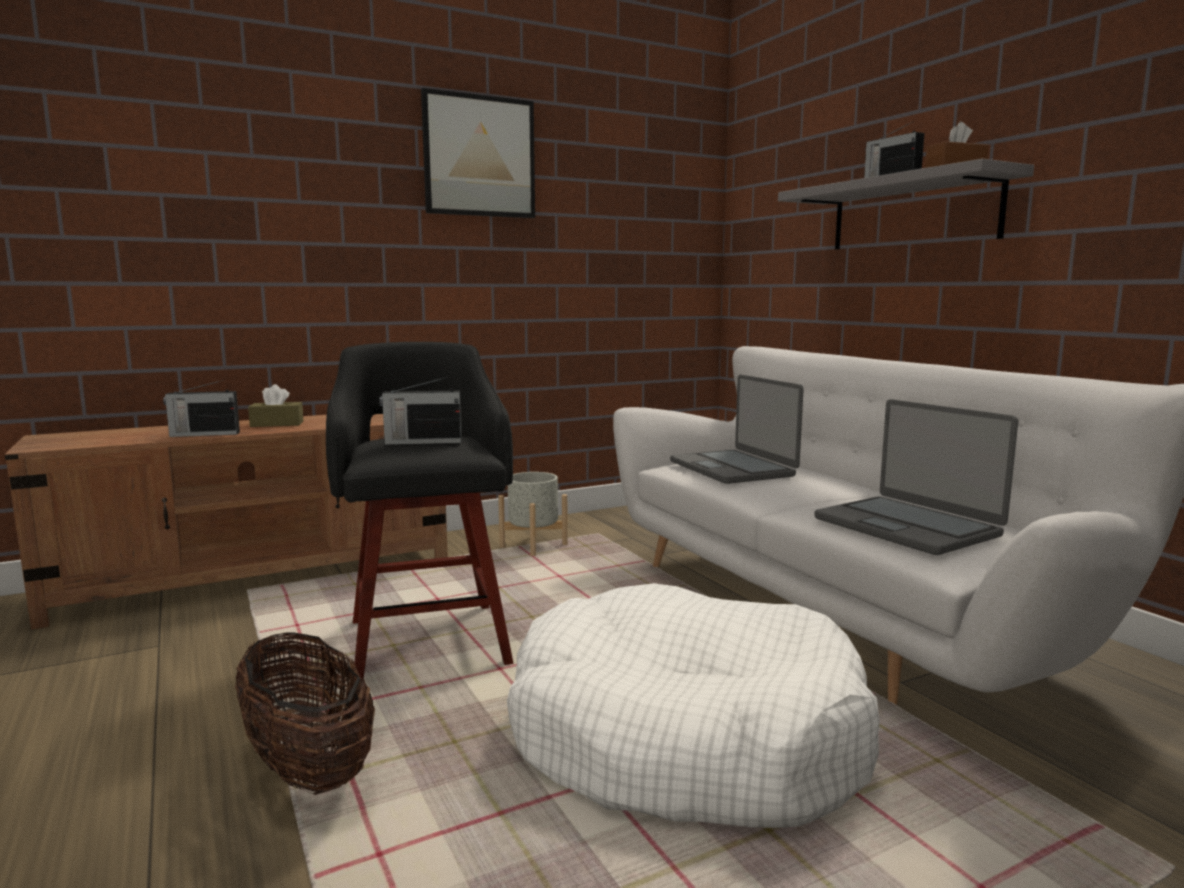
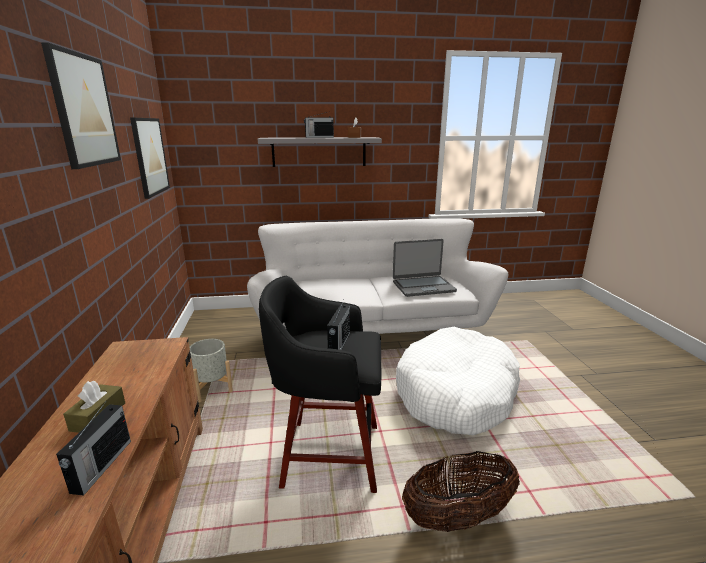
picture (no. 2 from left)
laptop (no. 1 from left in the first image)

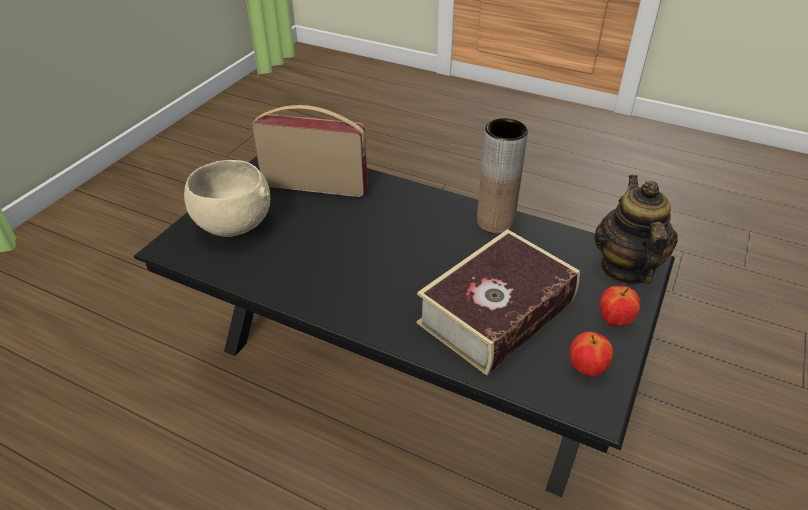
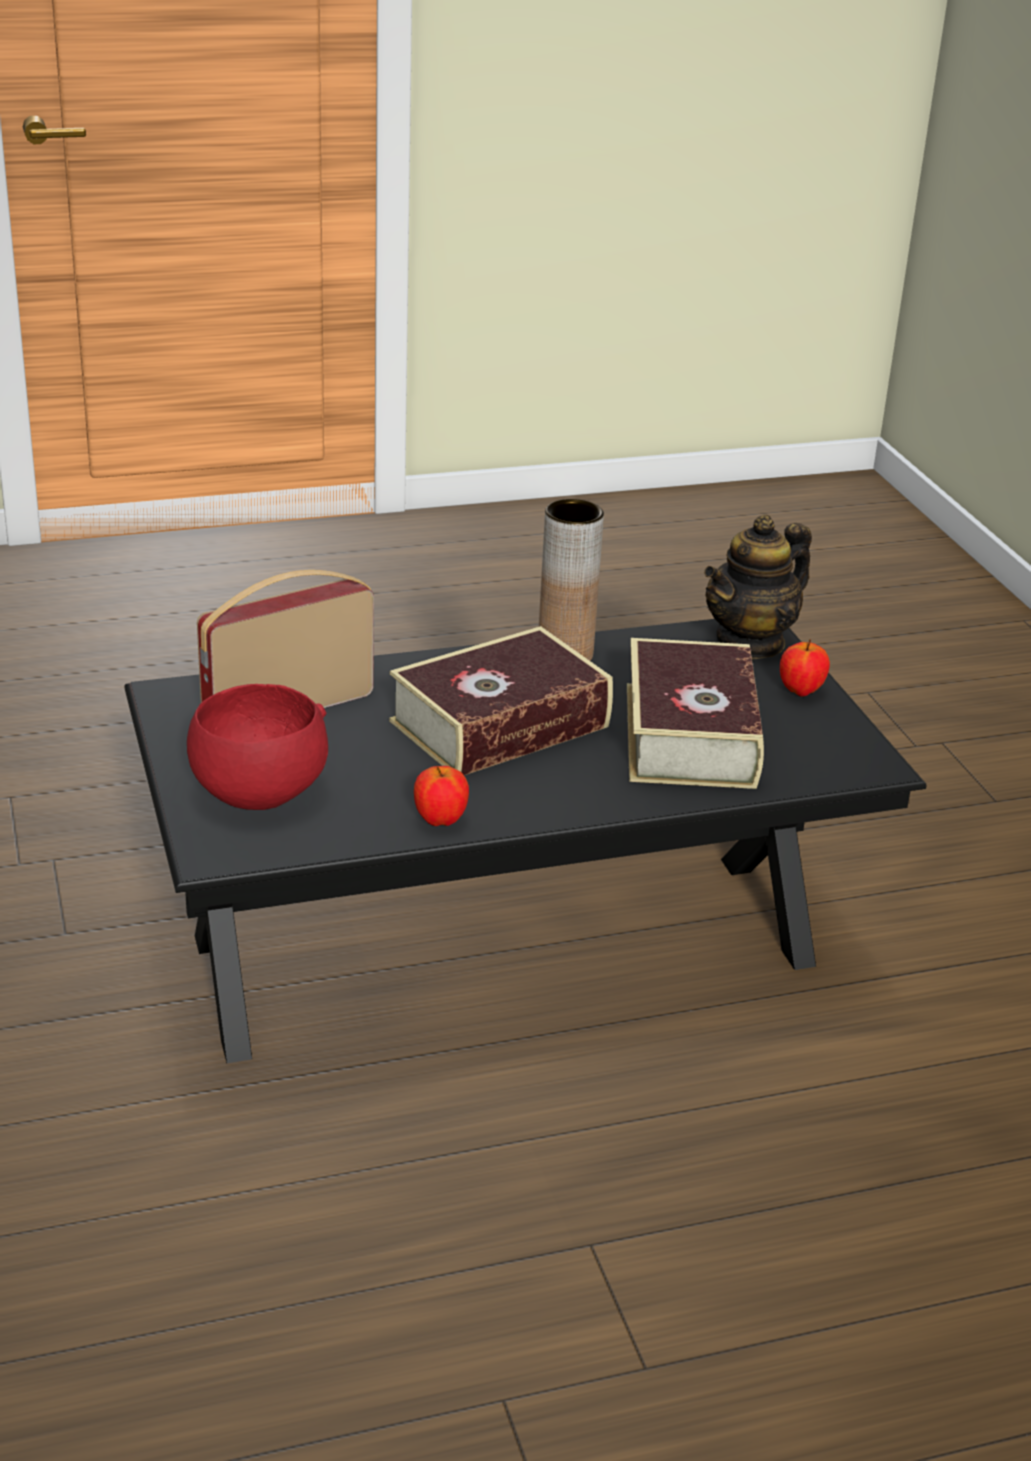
bowl in red
book (no. 1 from left)
apple (no. 1 from left)
teapot

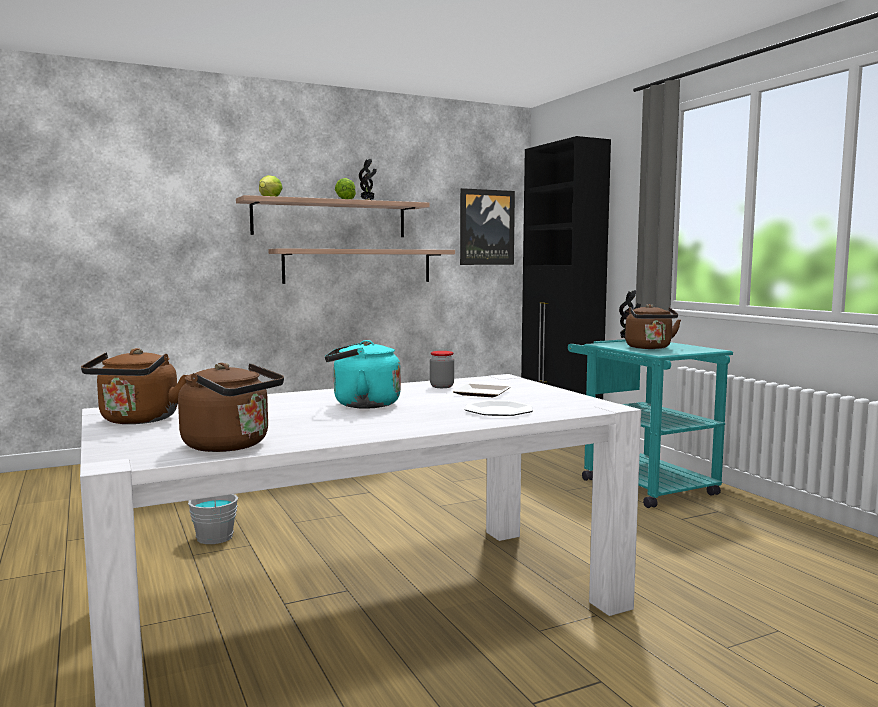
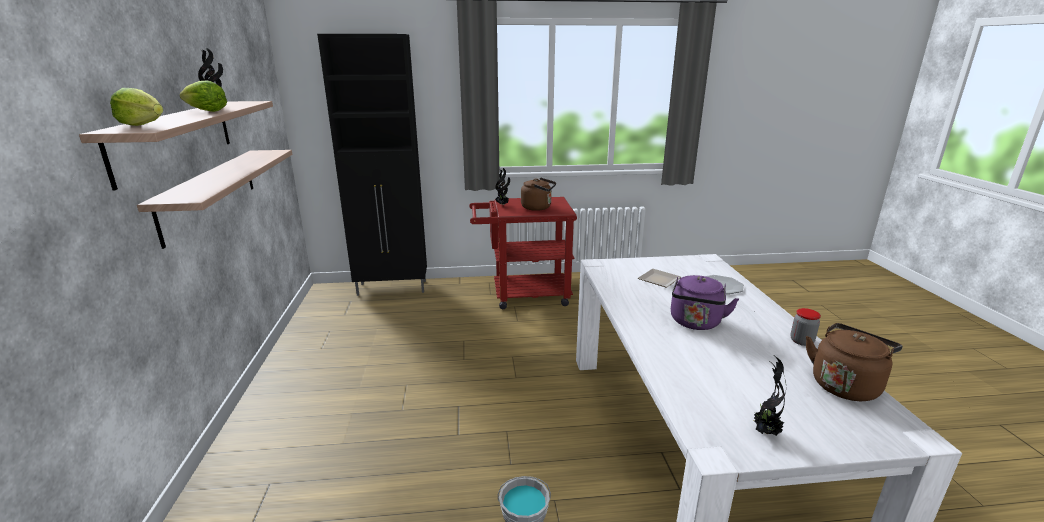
cart in red
kettle in purple
potted plant (no. 3 from left)
jar
picture

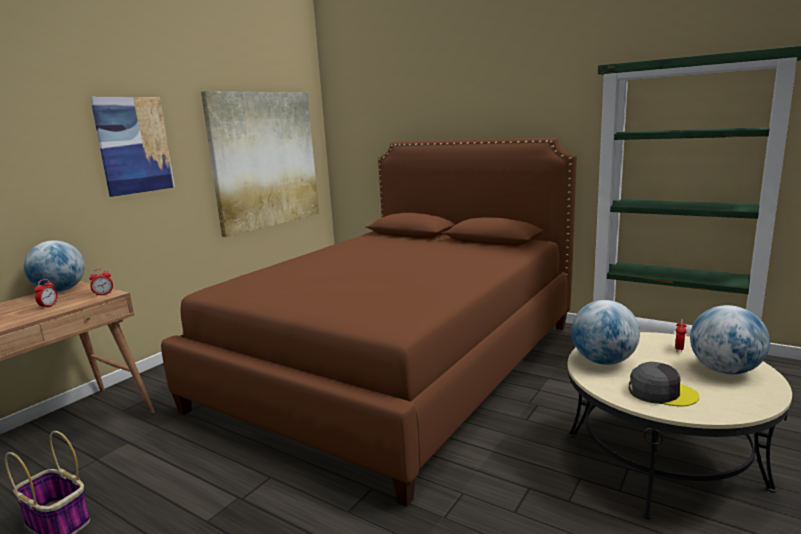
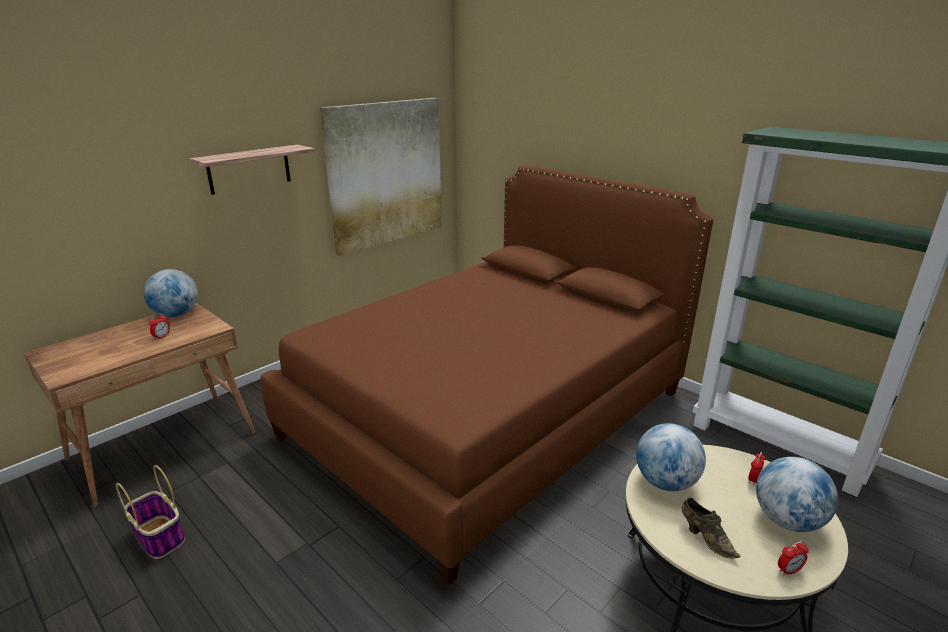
shelf
shoe in brown
alarm clock (no. 3 from left)

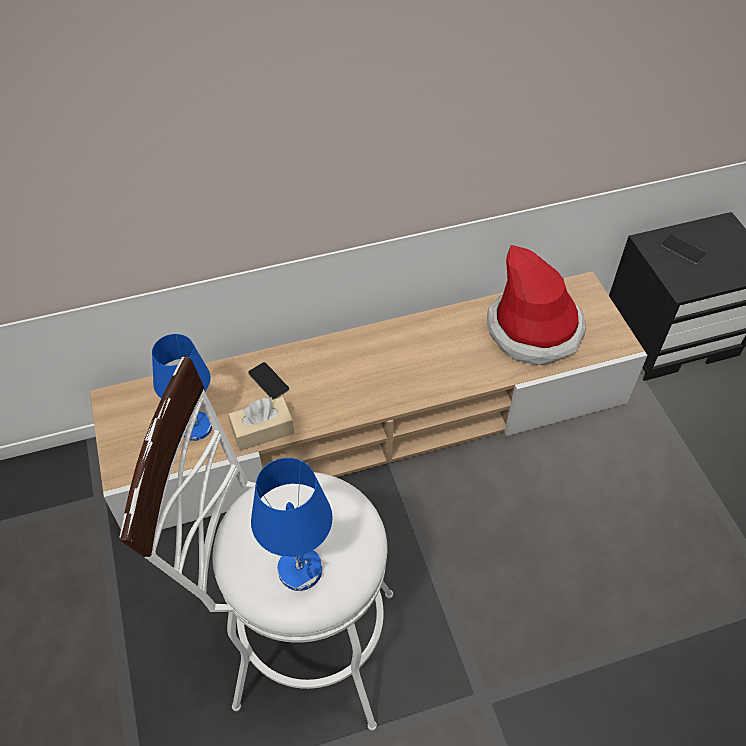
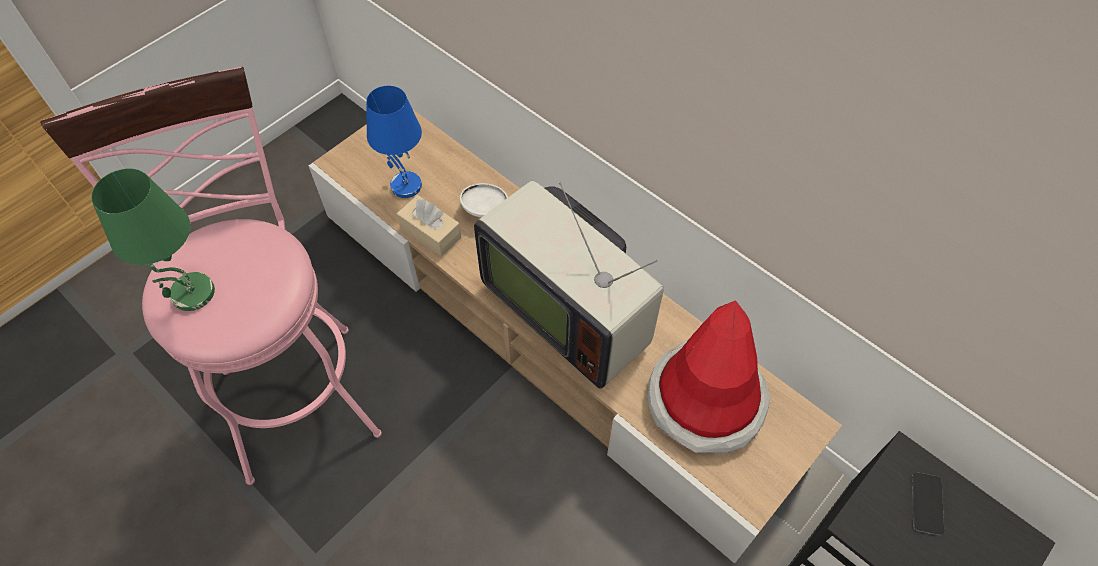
stool in pink
table lamp in green
bowl in white
television

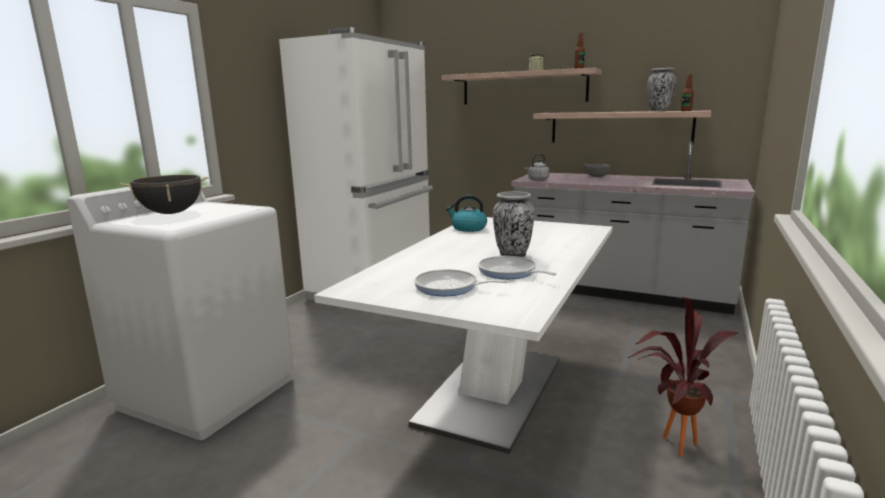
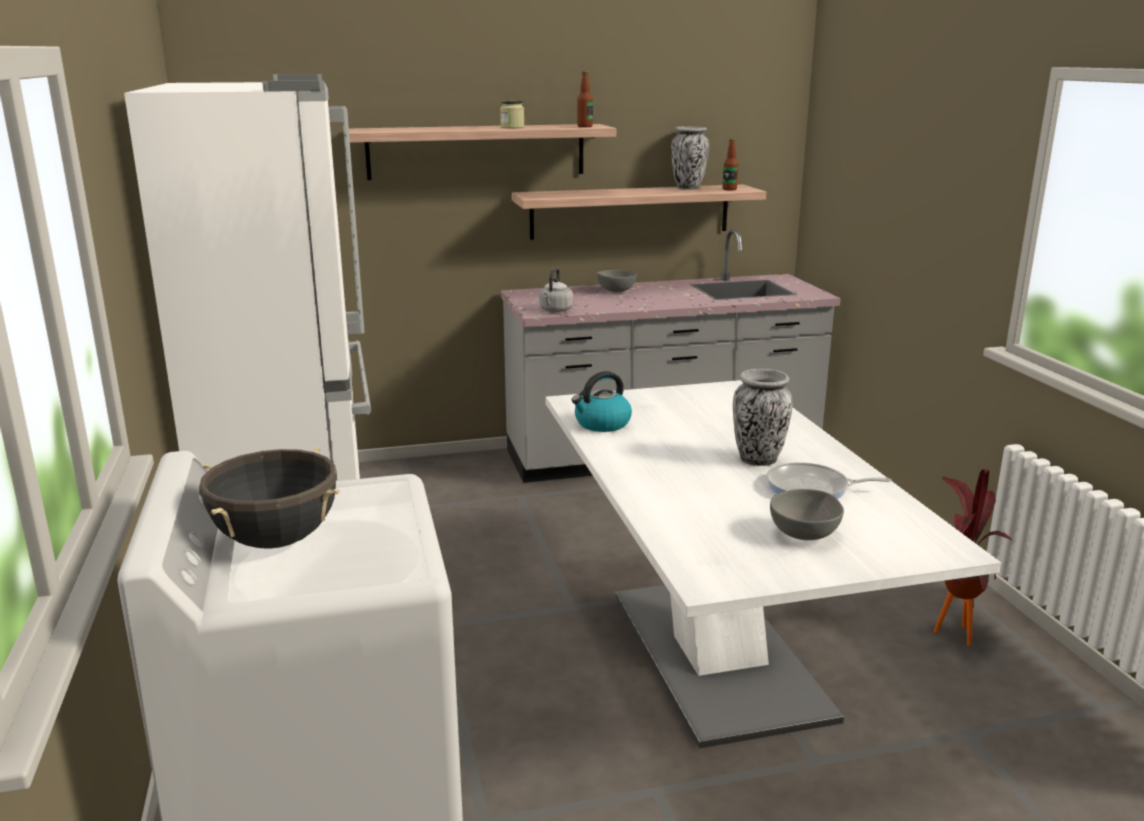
bowl in grey (no. 2 from left)

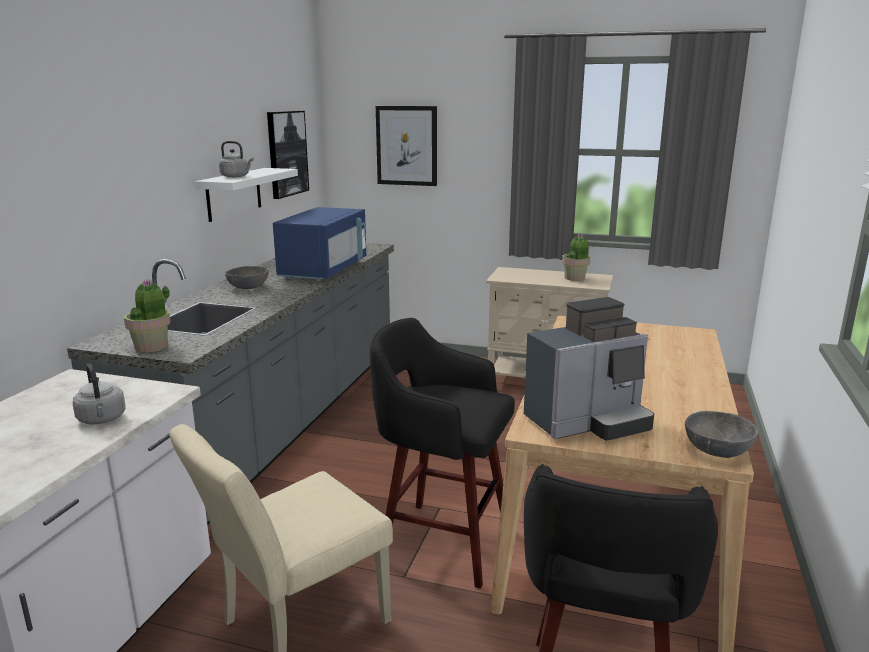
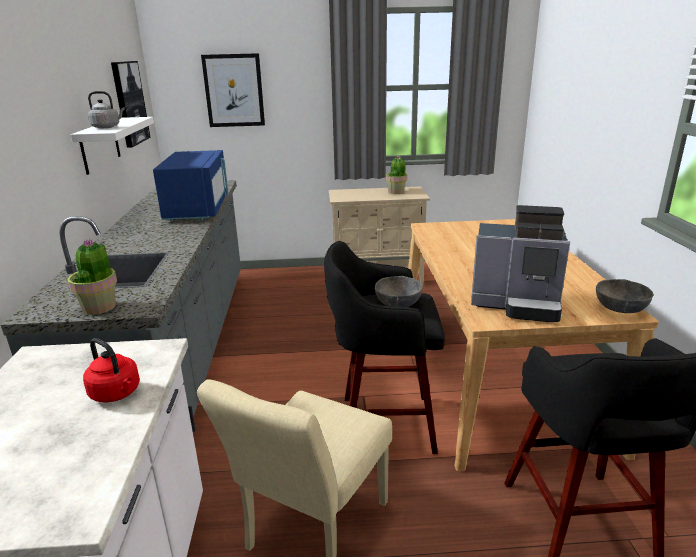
kettle in red
bowl in grey (no. 1 from left)
coffee machine

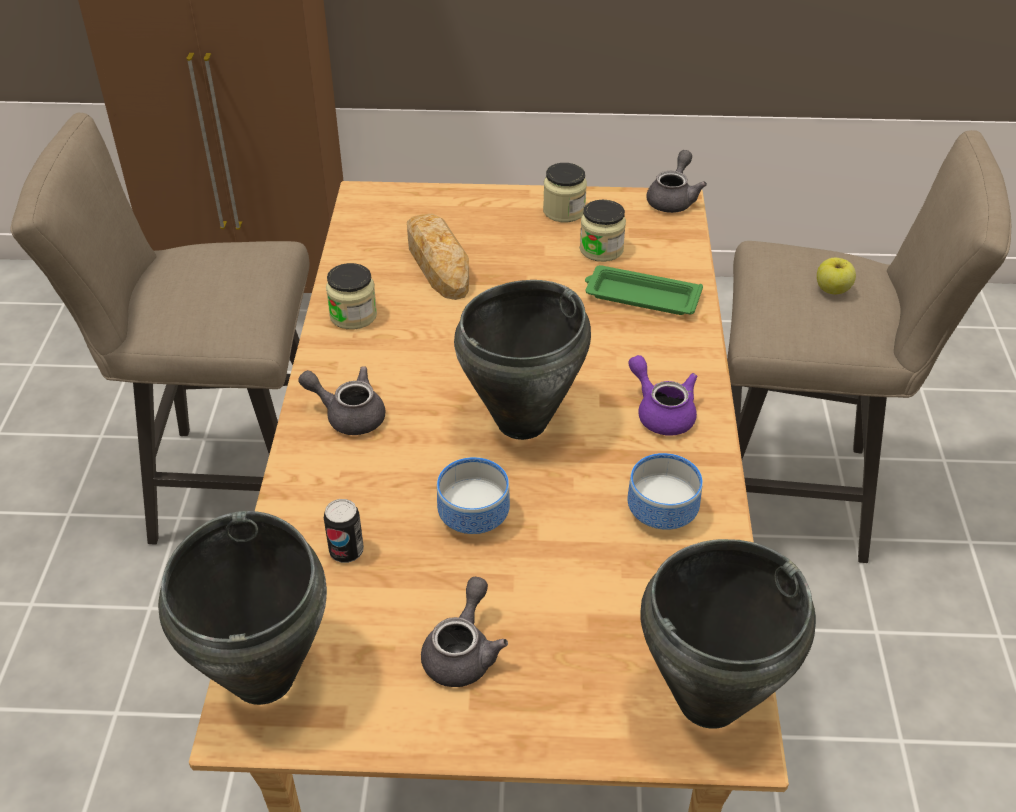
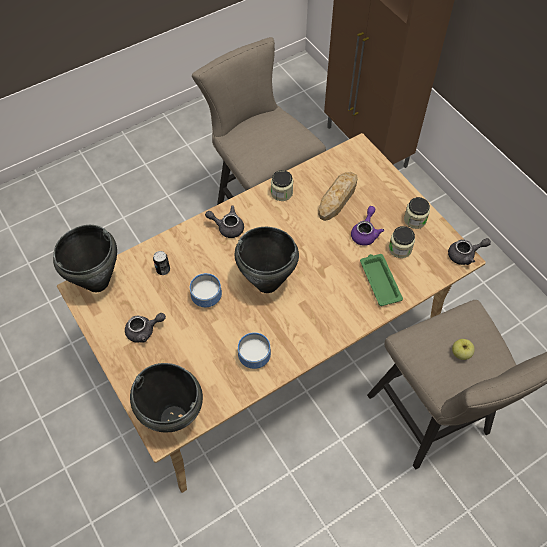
teapot in grey (no. 2 from left)
teapot in purple

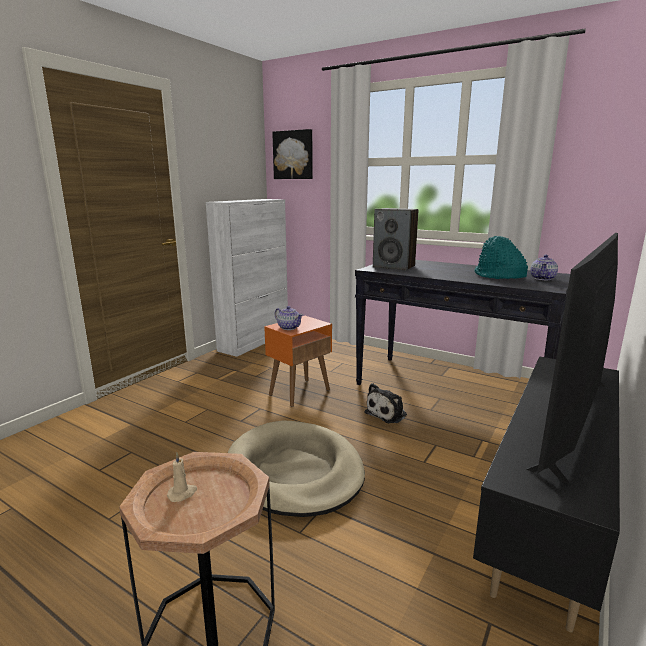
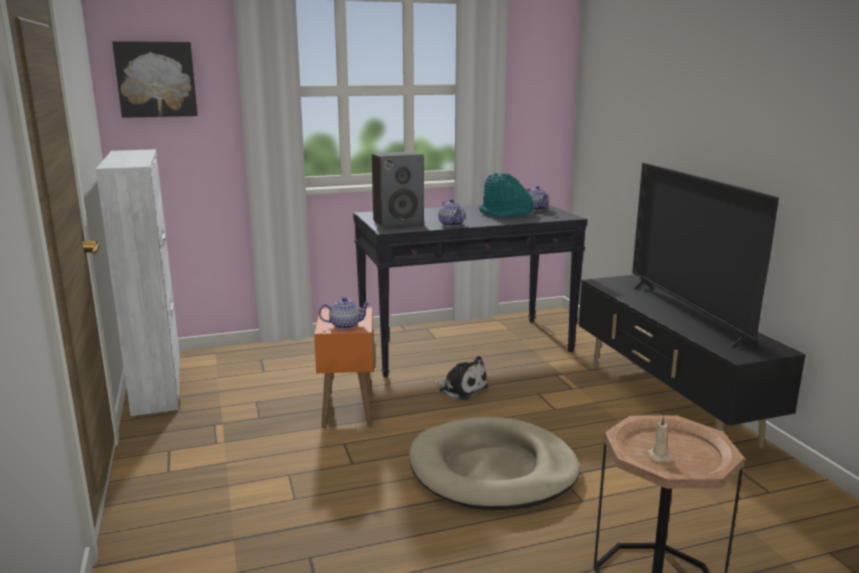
plush toy
teapot (no. 2 from left)

